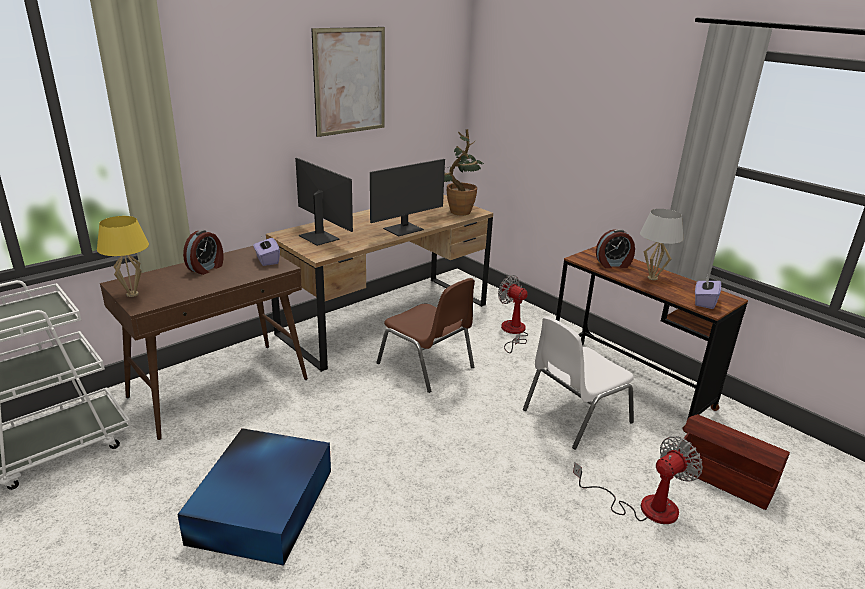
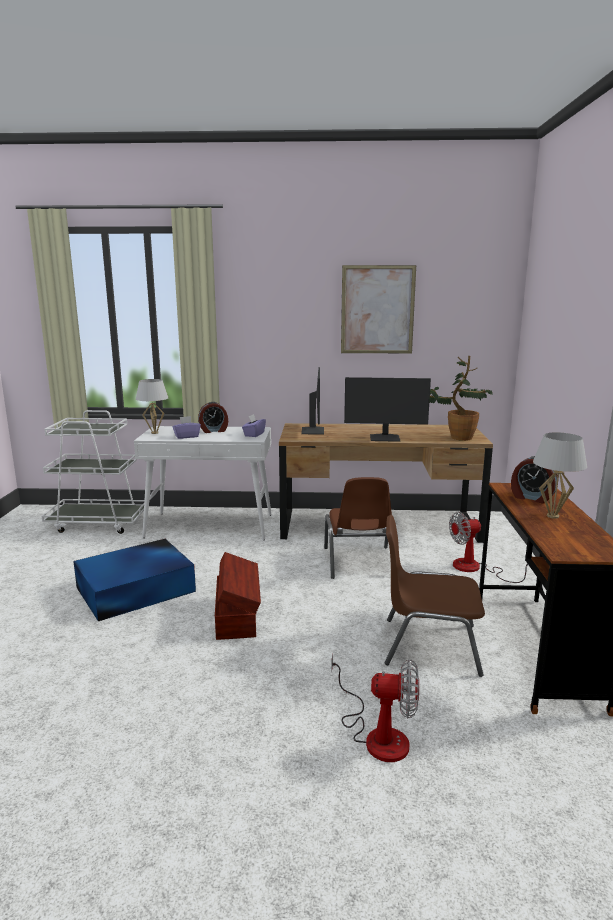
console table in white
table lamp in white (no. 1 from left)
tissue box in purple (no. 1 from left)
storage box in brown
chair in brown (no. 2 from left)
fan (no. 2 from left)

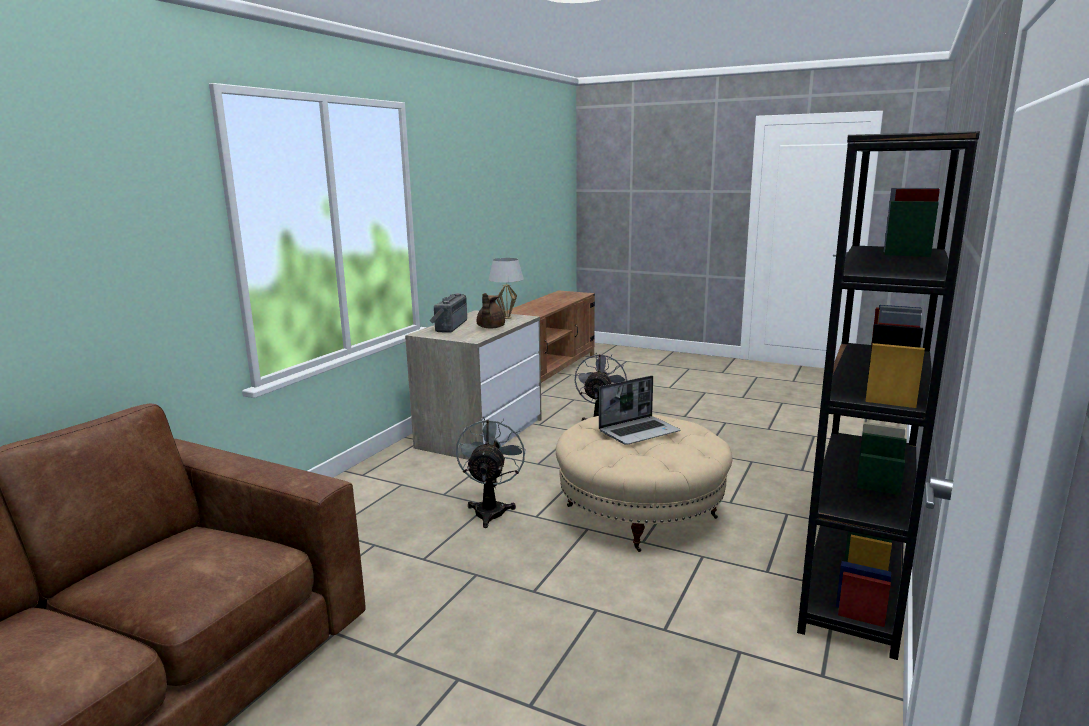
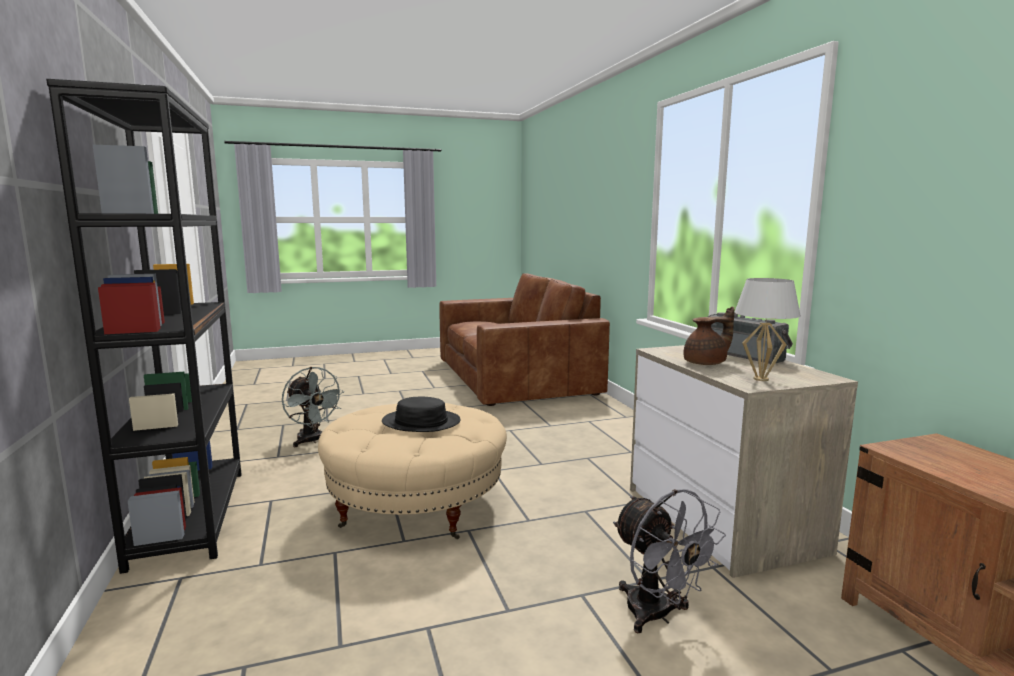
fan in grey (no. 1 from left)
hat in black
teapot in brown

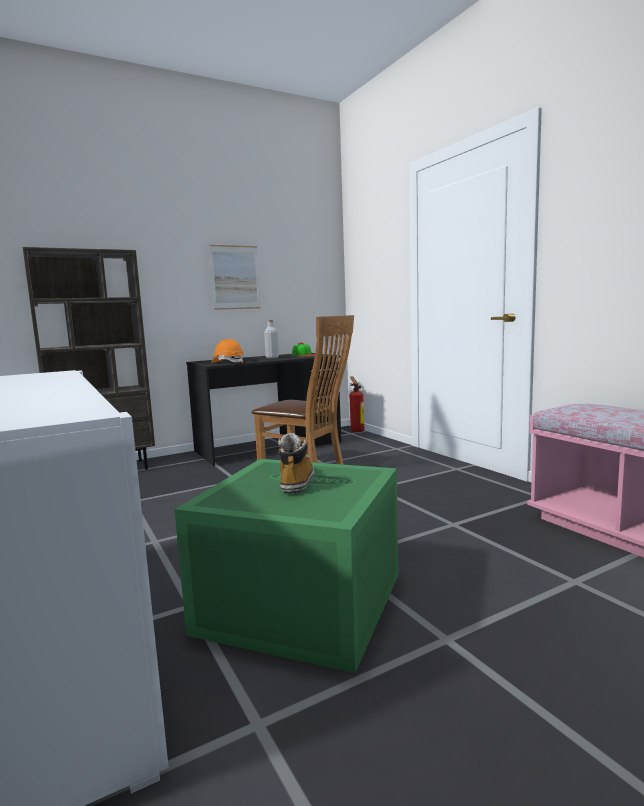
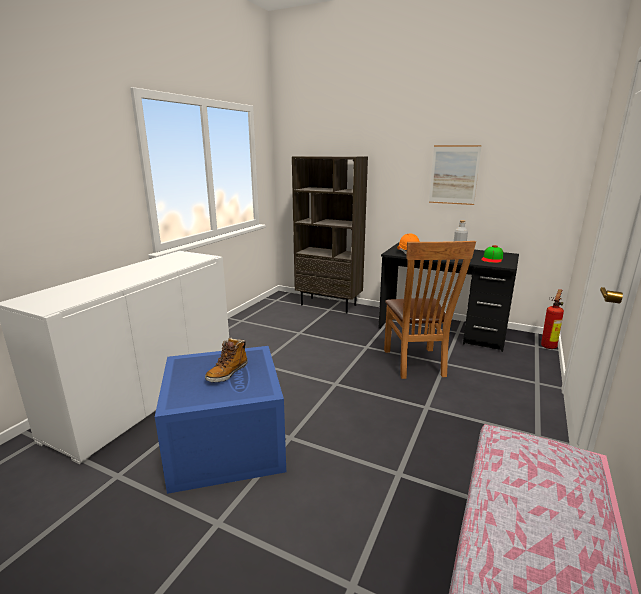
storage box in blue
boot

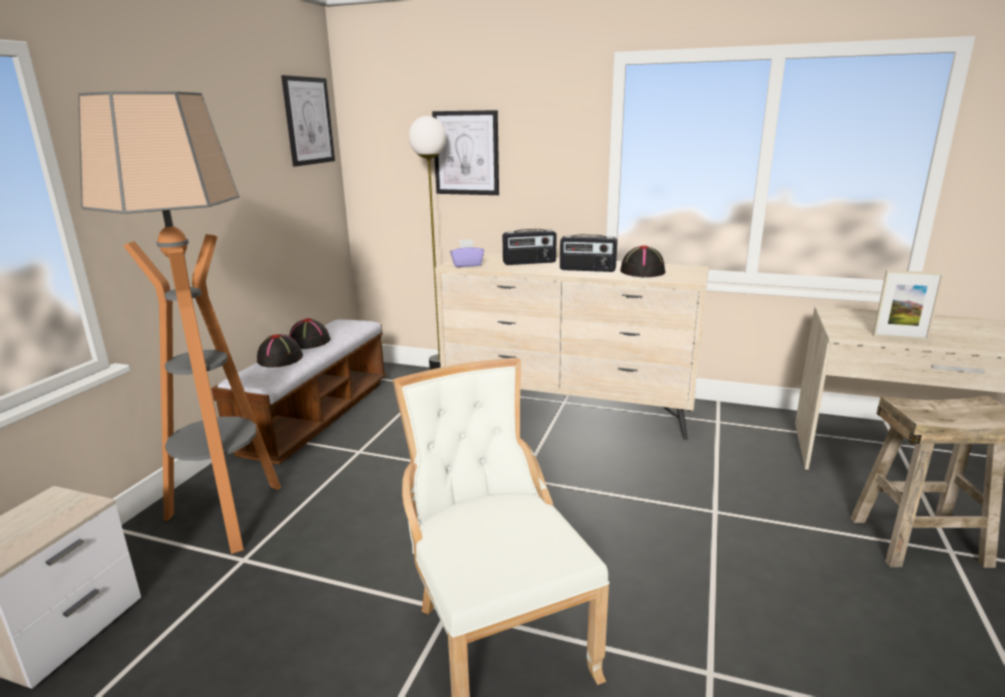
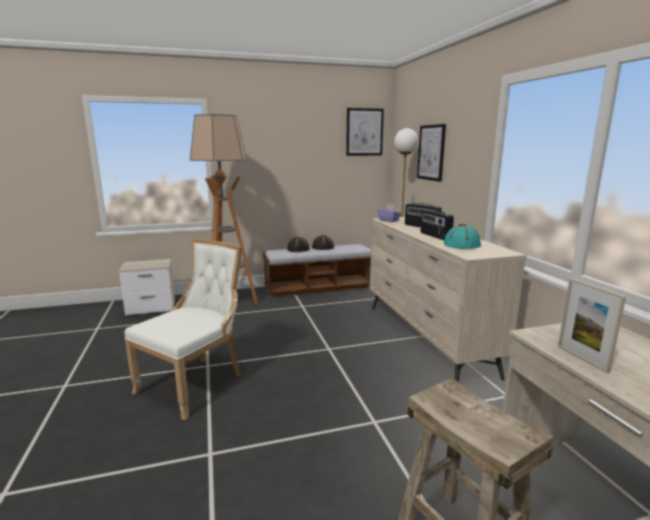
hat in turquoise

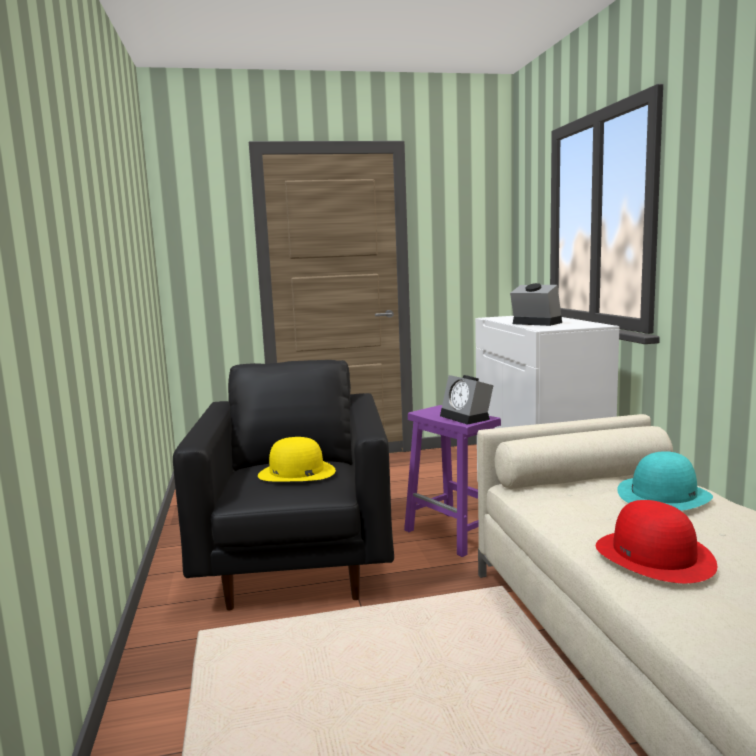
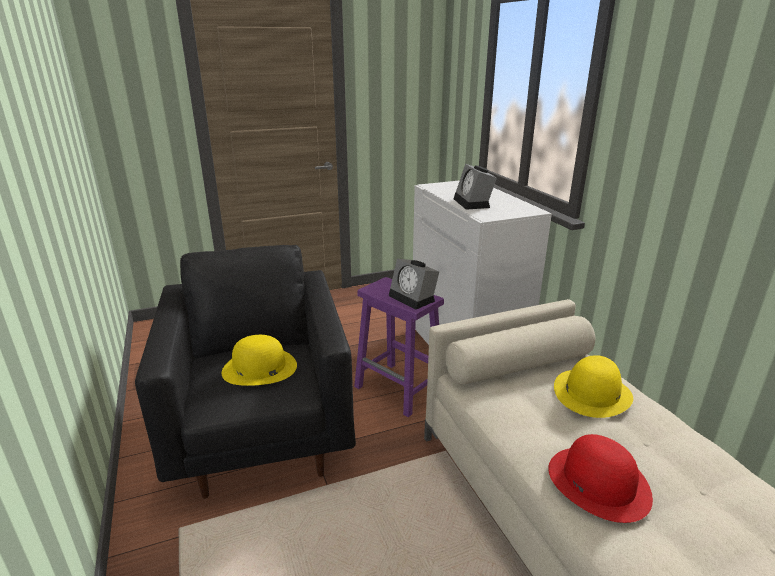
alarm clock (no. 2 from left)
hat in yellow (no. 2 from left)

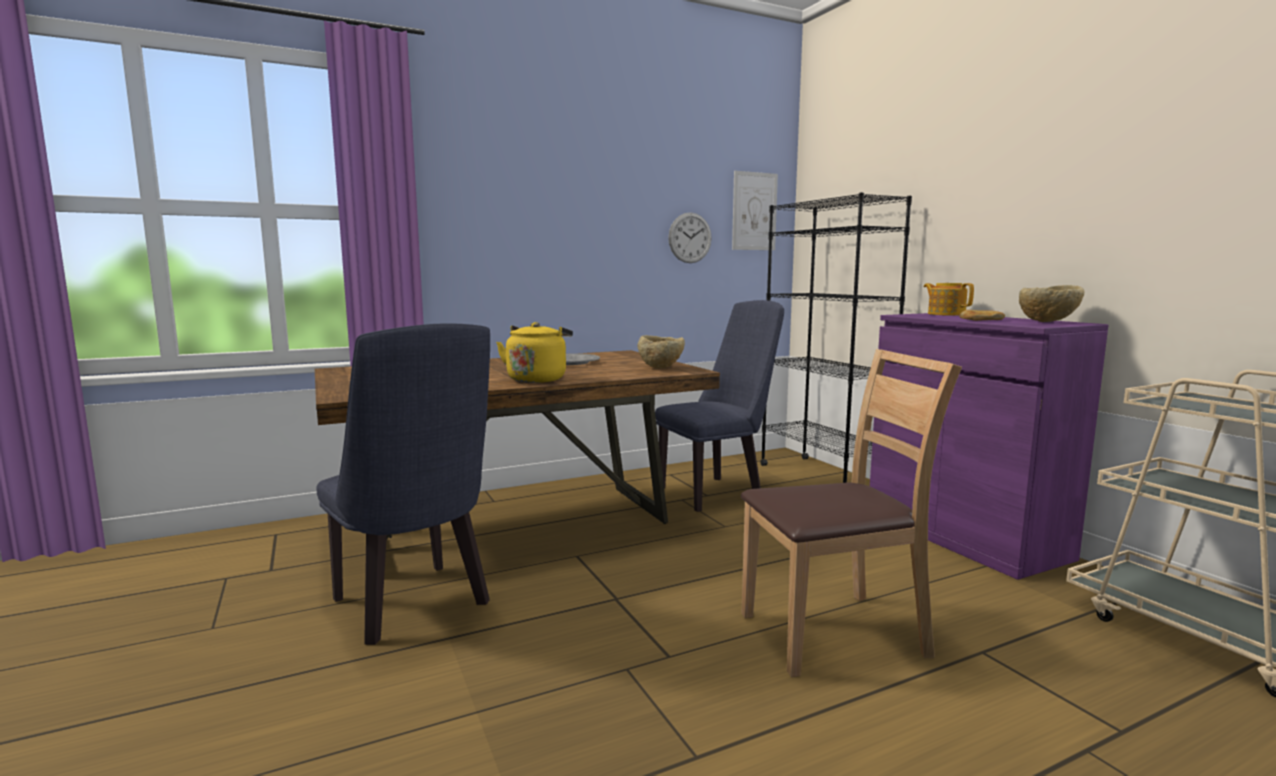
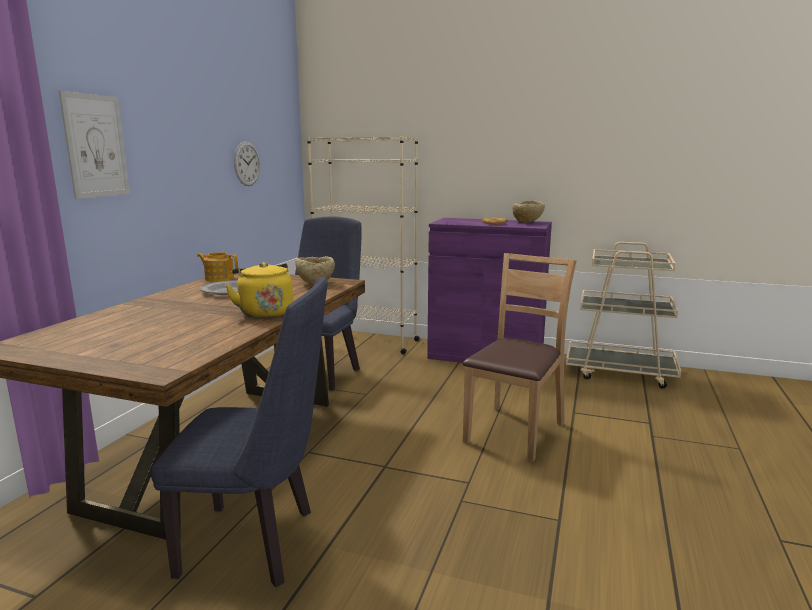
picture
teapot
bookcase in beige

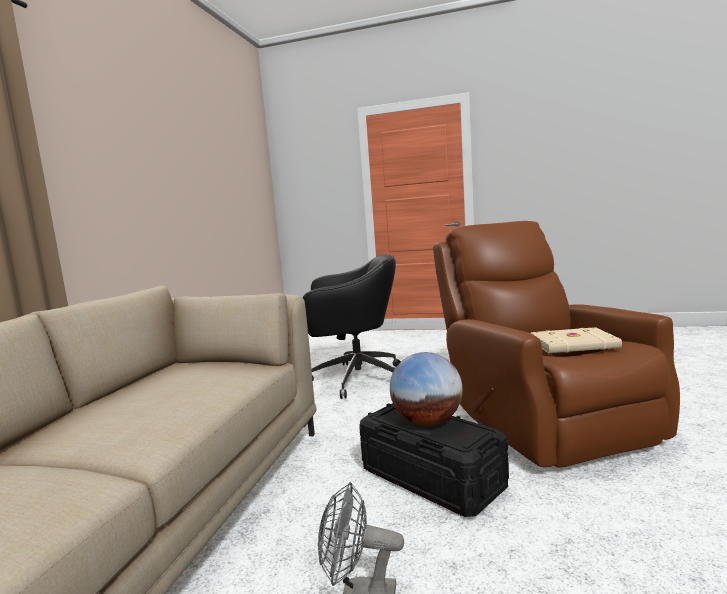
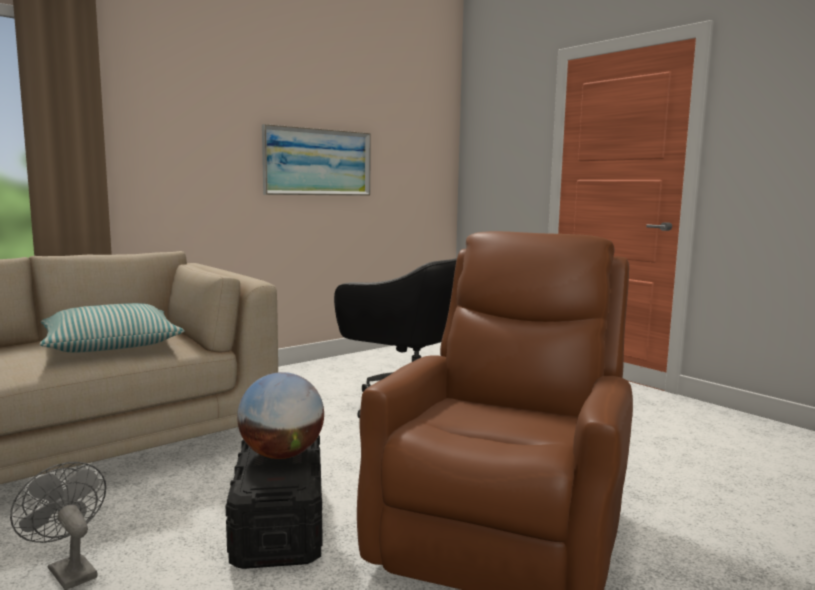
pillow
picture
book in beige

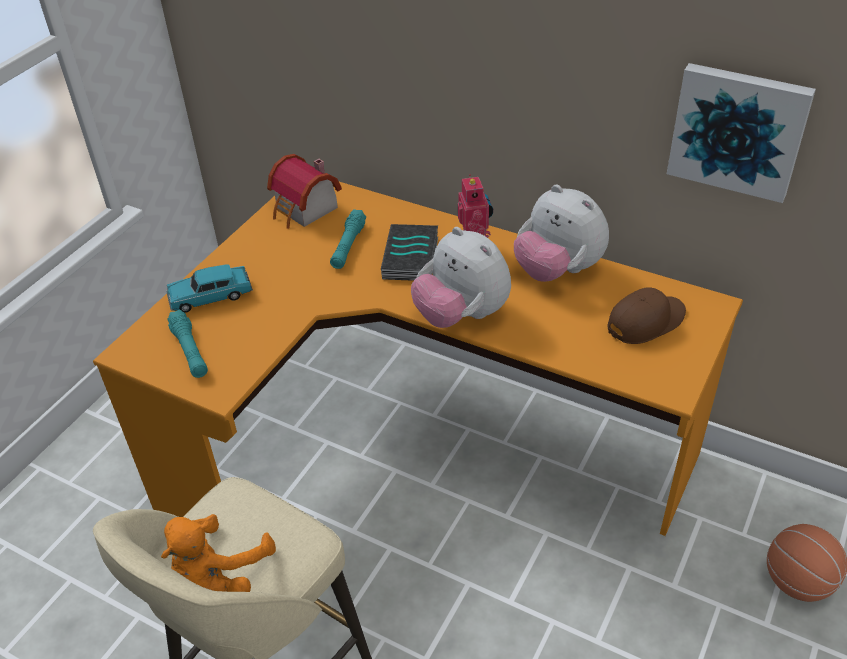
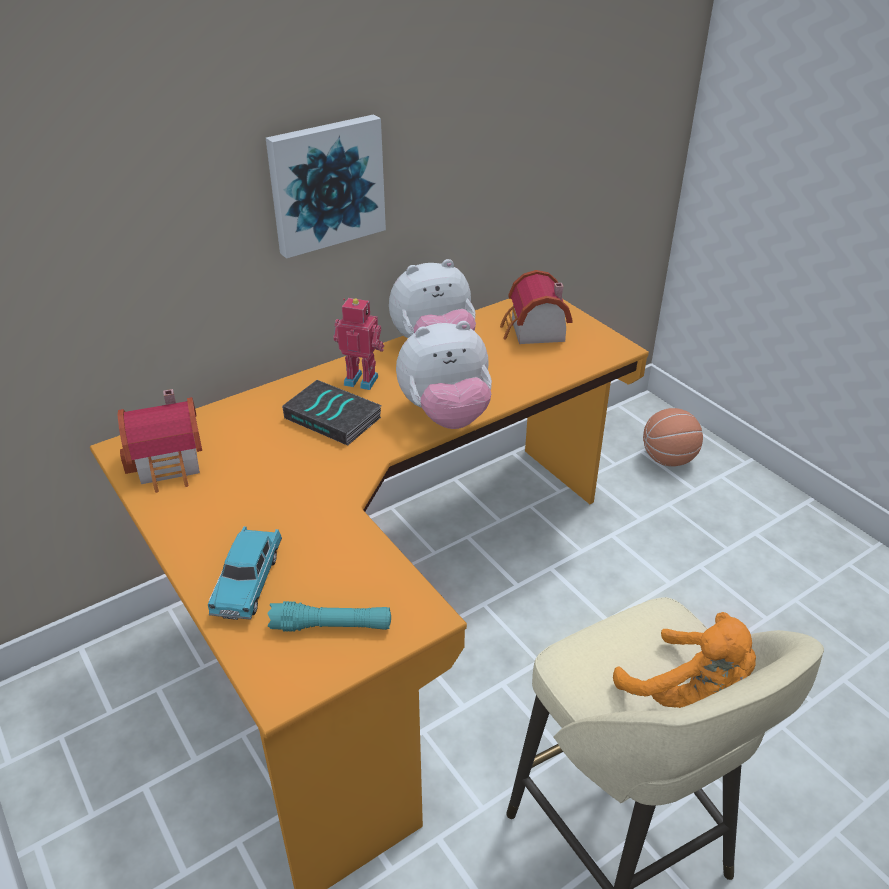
picture
toy house (no. 2 from left)
flashlight in turquoise (no. 2 from left in the first image)

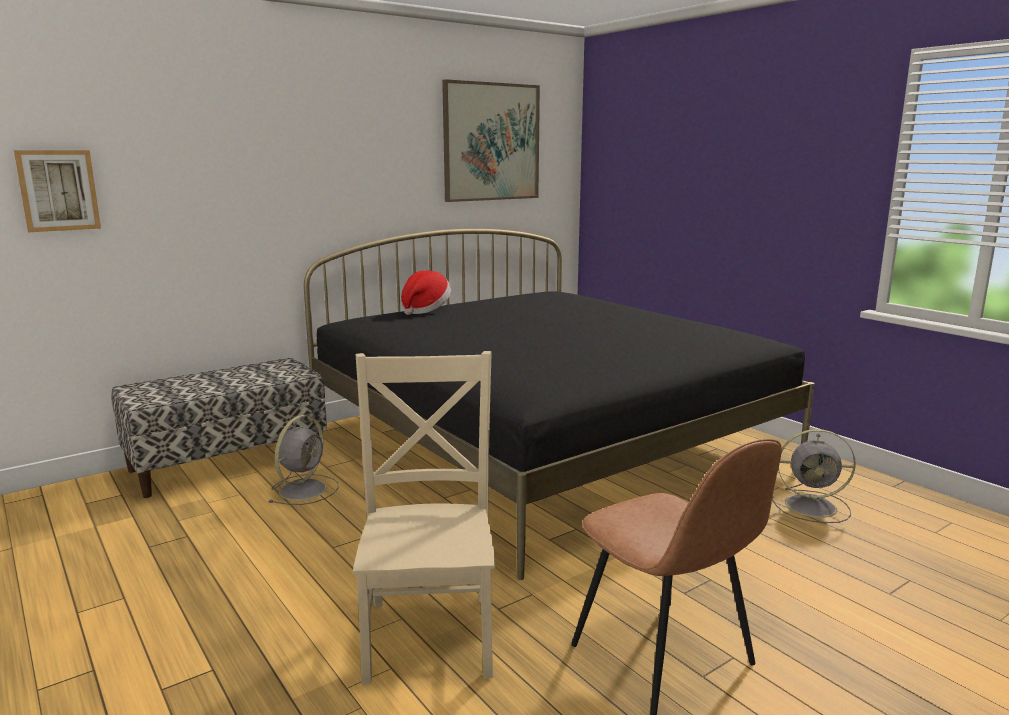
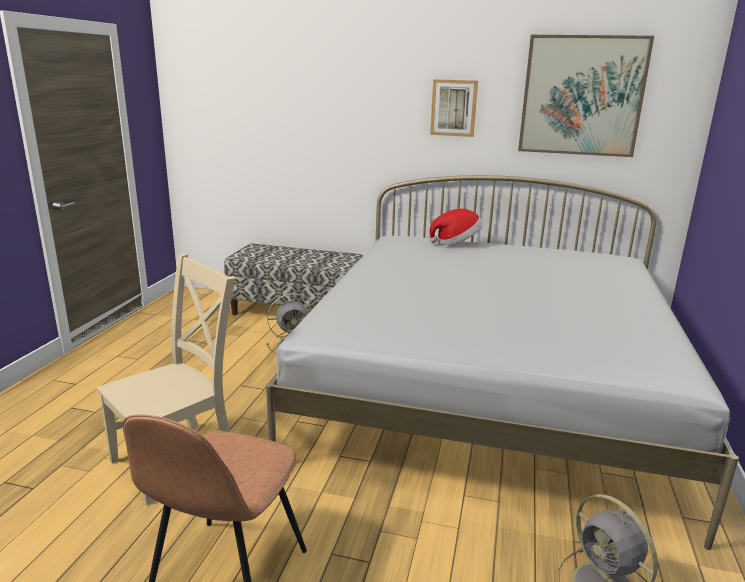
bed in white
picture (no. 1 from left)

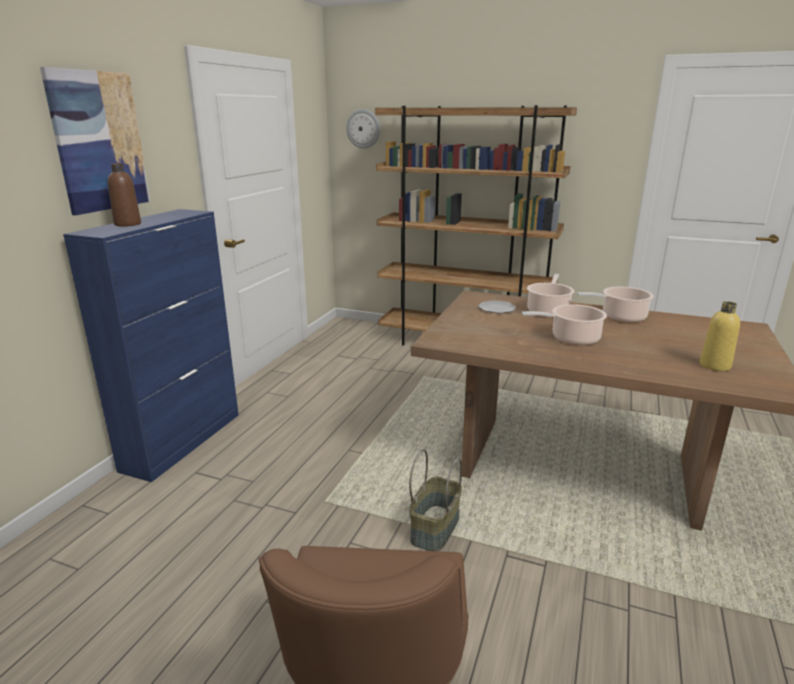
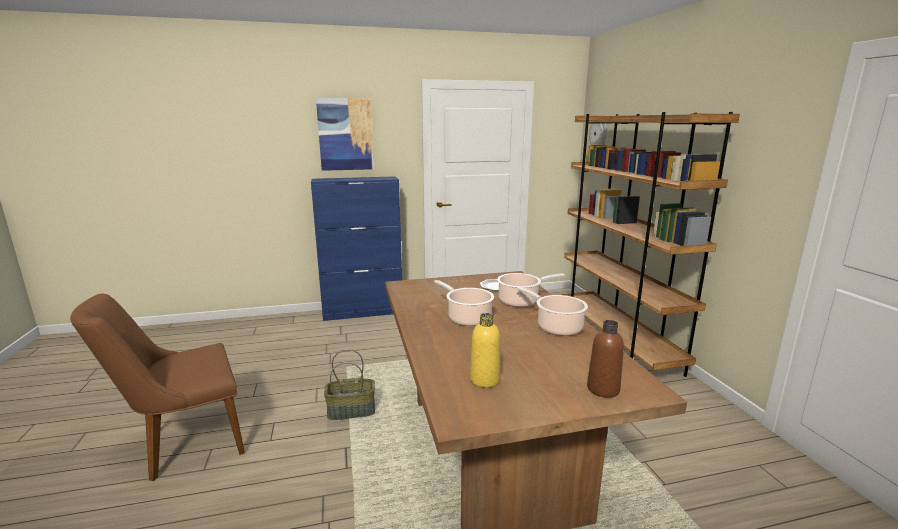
bottle in brown

